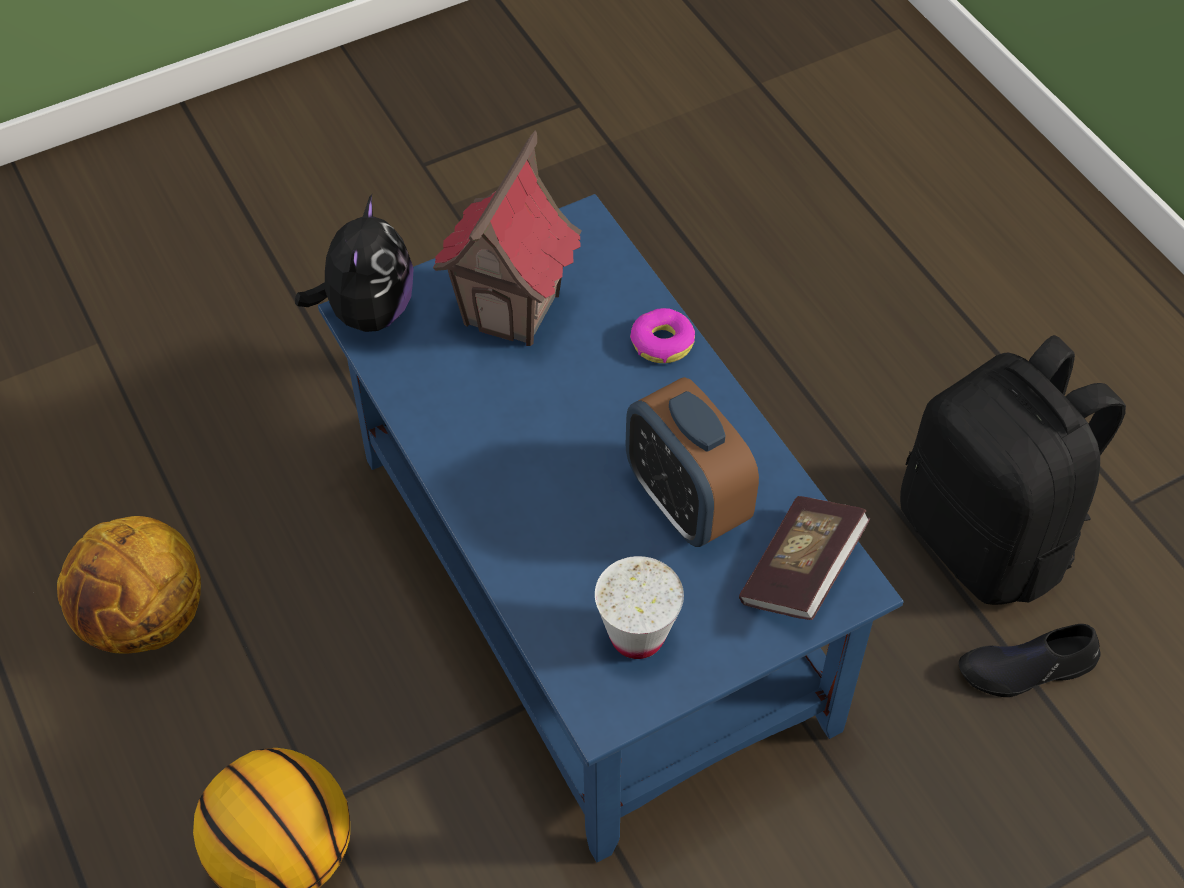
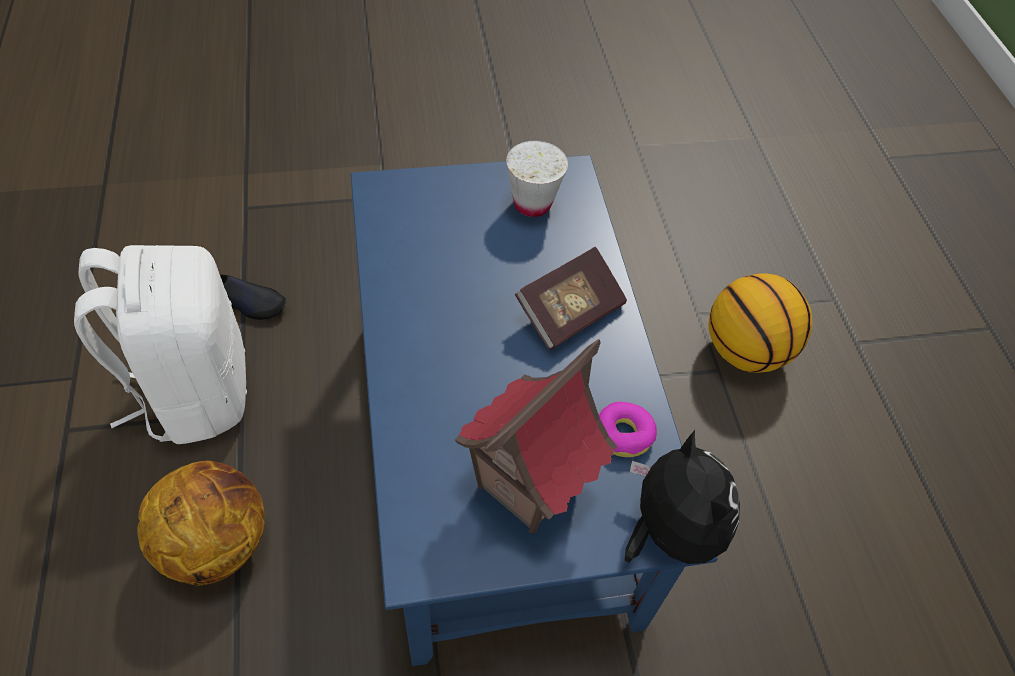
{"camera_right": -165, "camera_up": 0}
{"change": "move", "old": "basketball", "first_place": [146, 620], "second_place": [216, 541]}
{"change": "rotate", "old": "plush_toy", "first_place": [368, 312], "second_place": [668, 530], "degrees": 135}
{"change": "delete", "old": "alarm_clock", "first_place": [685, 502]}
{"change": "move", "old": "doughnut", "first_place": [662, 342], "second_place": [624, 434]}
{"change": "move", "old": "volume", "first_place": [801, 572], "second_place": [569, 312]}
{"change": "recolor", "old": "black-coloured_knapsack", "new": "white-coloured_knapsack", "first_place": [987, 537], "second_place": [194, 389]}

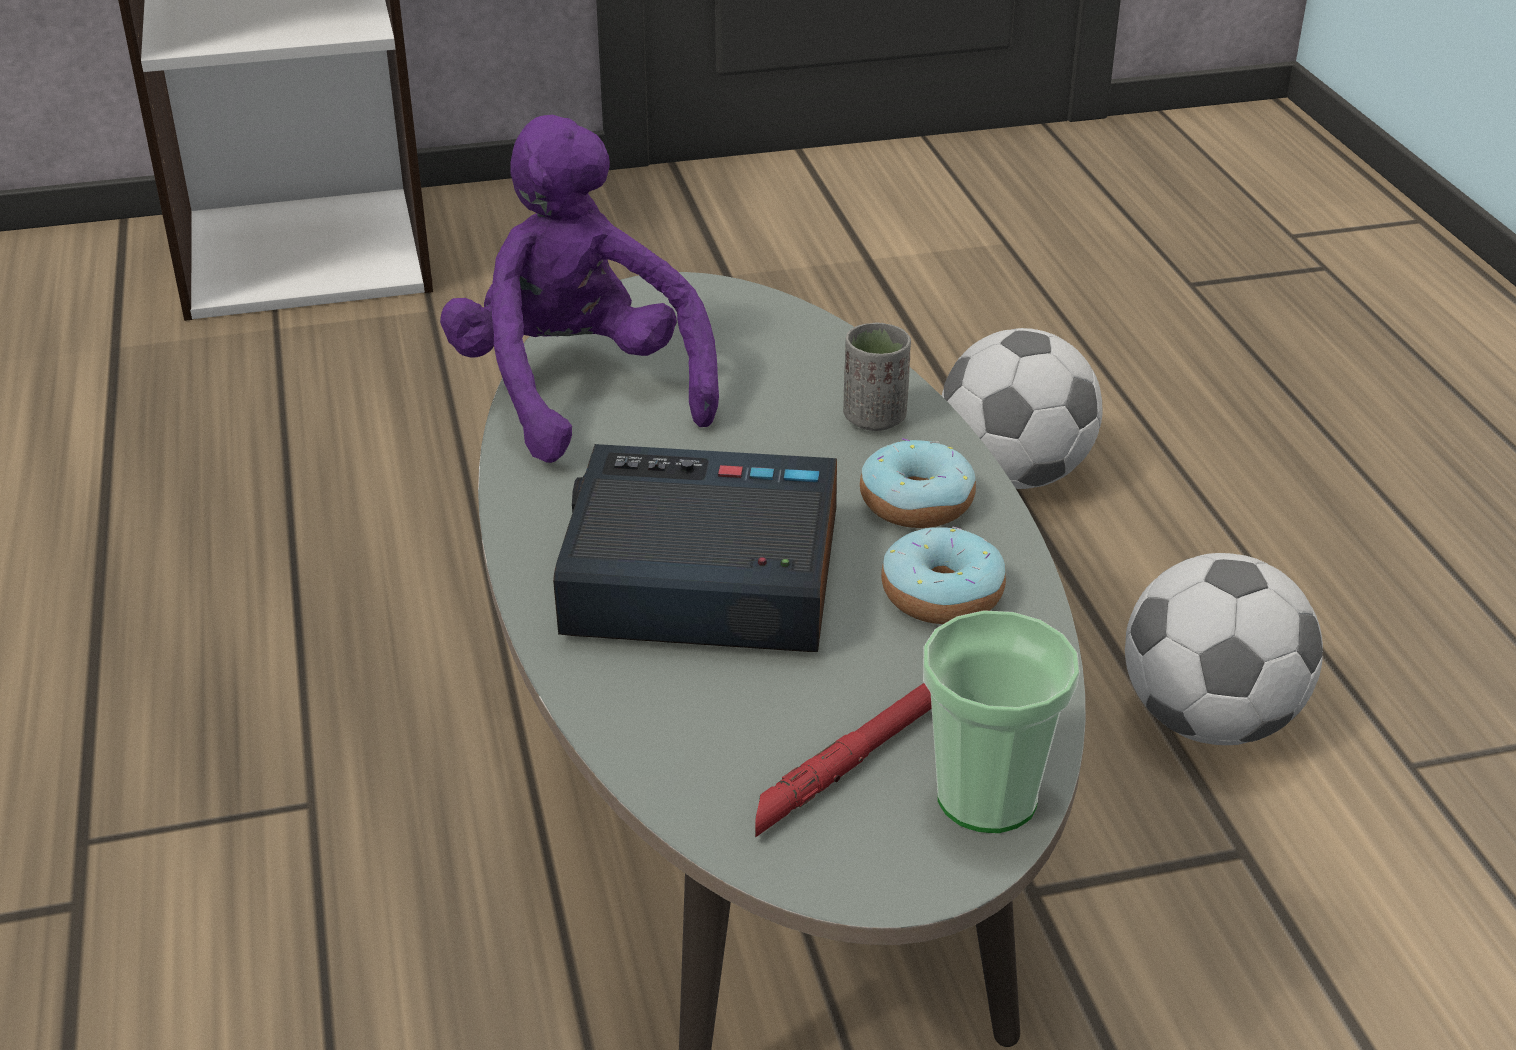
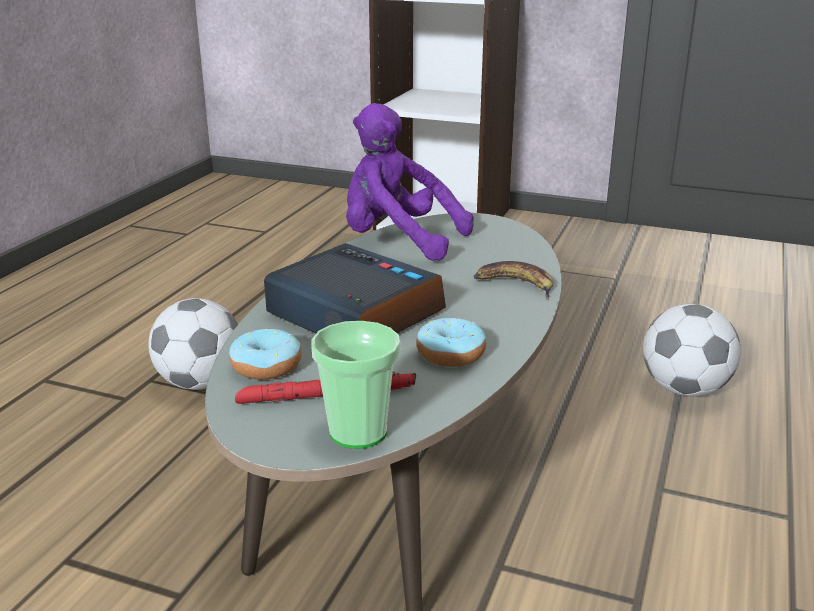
{"camera_right": 35, "camera_up": -10}
{"change": "rotate", "old": "purple_plush_toy", "first_place": [578, 391], "second_place": [397, 241], "degrees": -75}
{"change": "replace", "old": "gray_cup", "new": "banana_fruit", "first_place": [874, 418], "second_place": [515, 285]}
{"change": "move", "old": "doughnut", "first_place": [916, 503], "second_place": [266, 366]}
{"change": "move", "old": "football_ball", "first_place": [1209, 720], "second_place": [201, 383]}

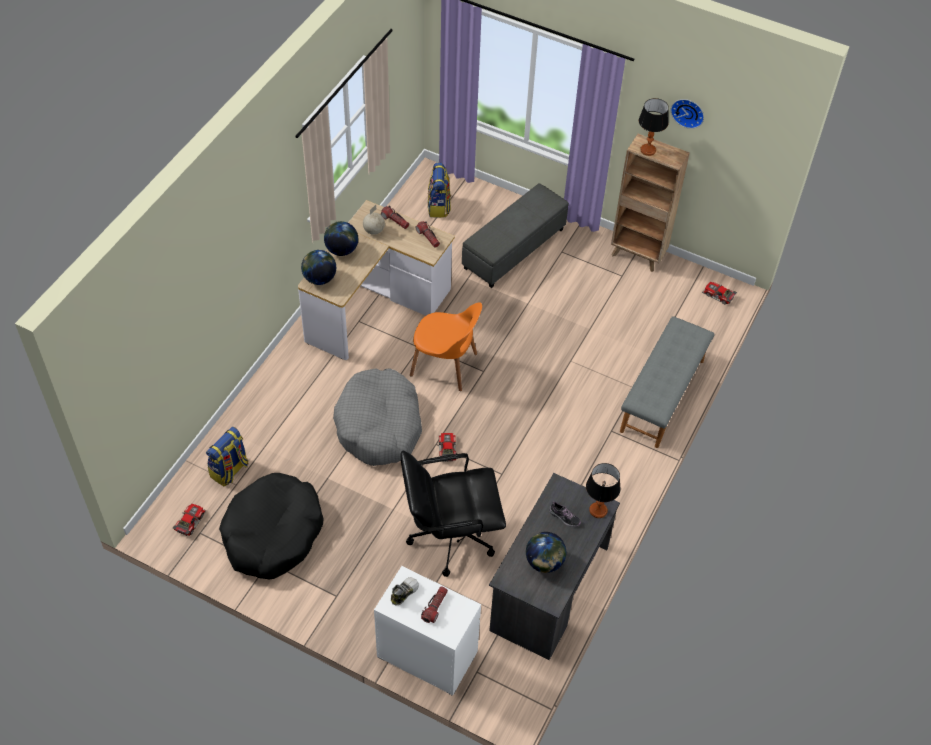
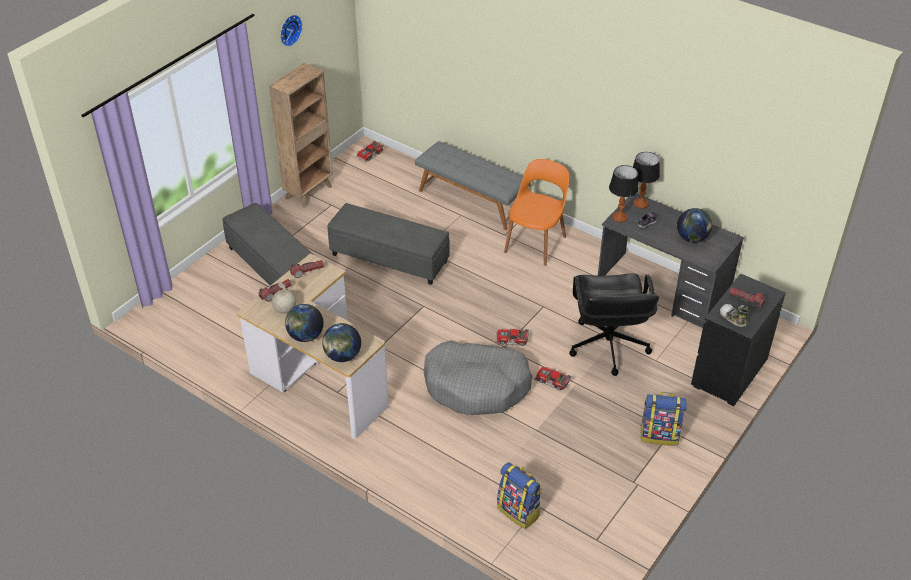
{"camera_right": -80, "camera_up": -10}
{"change": "move", "old": "toy_car", "first_place": [189, 521], "second_place": [552, 381]}
{"change": "delete", "old": "black-coloured_pet_bed", "first_place": [272, 533]}
{"change": "recolor", "old": "white-coloured_chest_of_drawers", "new": "black-coloured_chest_of_drawers", "first_place": [426, 655], "second_place": [729, 373]}
{"change": "move", "old": "orangey_chair", "first_place": [445, 365], "second_place": [536, 243]}
{"change": "move", "old": "knapsack", "first_place": [439, 206], "second_place": [659, 435]}
{"change": "move", "old": "table_lamp", "first_place": [647, 150], "second_place": [620, 218]}
{"change": "insert", "new": "gray_footrest", "second_place": [389, 258]}

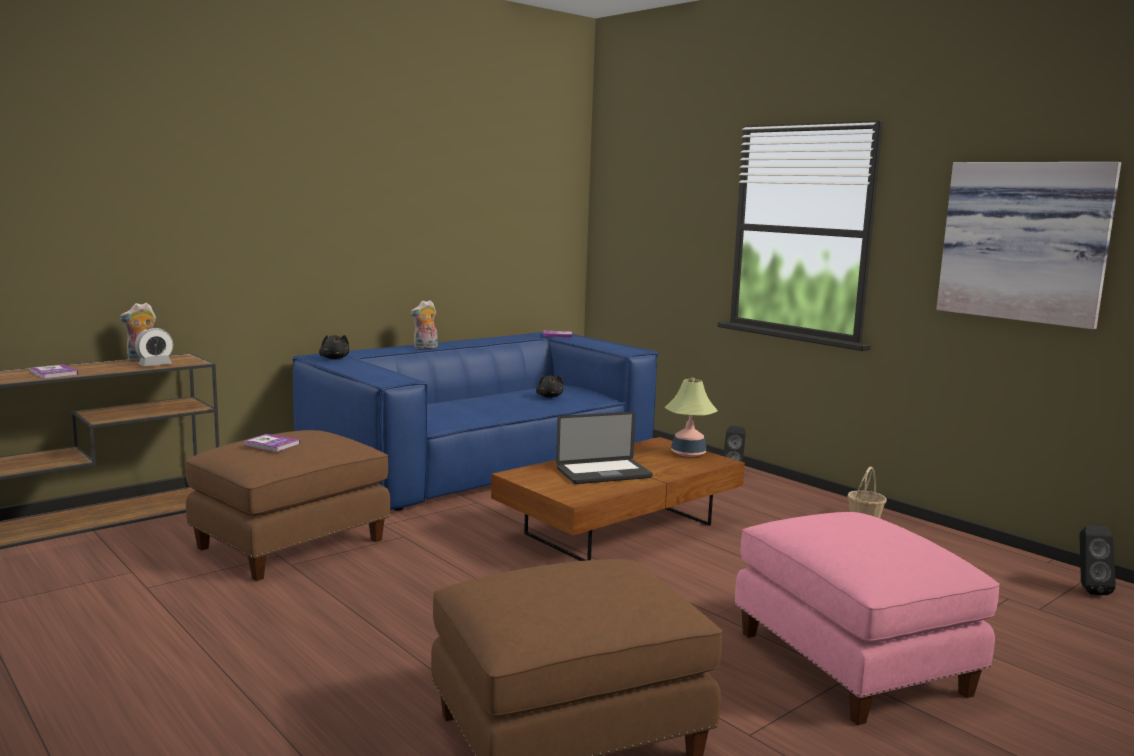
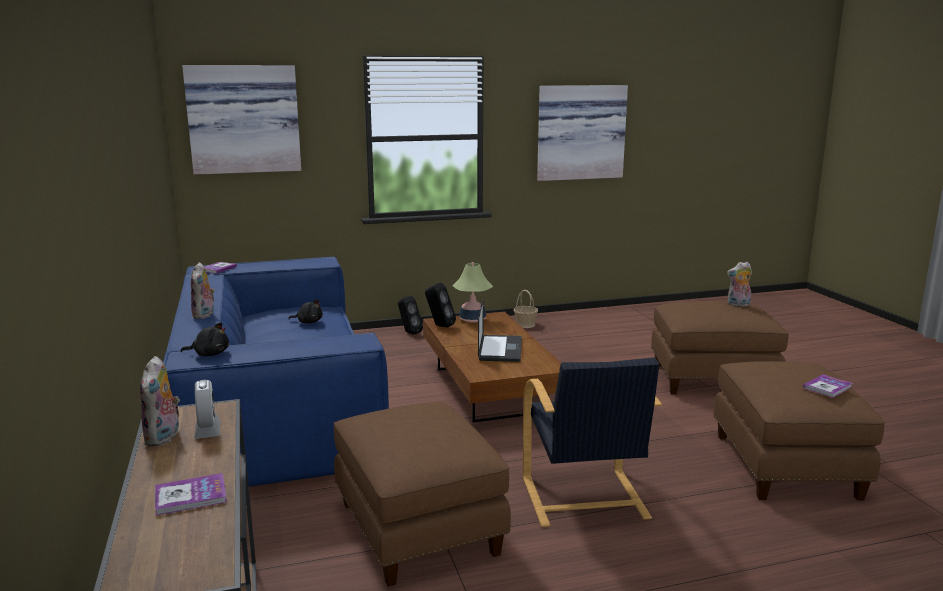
{"camera_right": -65, "camera_up": 5}
{"change": "move", "old": "volume", "first_place": [271, 444], "second_place": [827, 387]}
{"change": "recolor", "old": "pinkish_footrest", "new": "brownish_footrest", "first_place": [853, 663], "second_place": [712, 379]}
{"change": "move", "old": "black-coloured_loudspeaker", "first_place": [1088, 589], "second_place": [439, 326]}
{"change": "insert", "new": "wall_art", "second_place": [244, 119]}
{"change": "insert", "new": "black-coloured_easy_chair", "second_place": [584, 499]}
{"change": "insert", "new": "plush_toy", "second_place": [738, 305]}

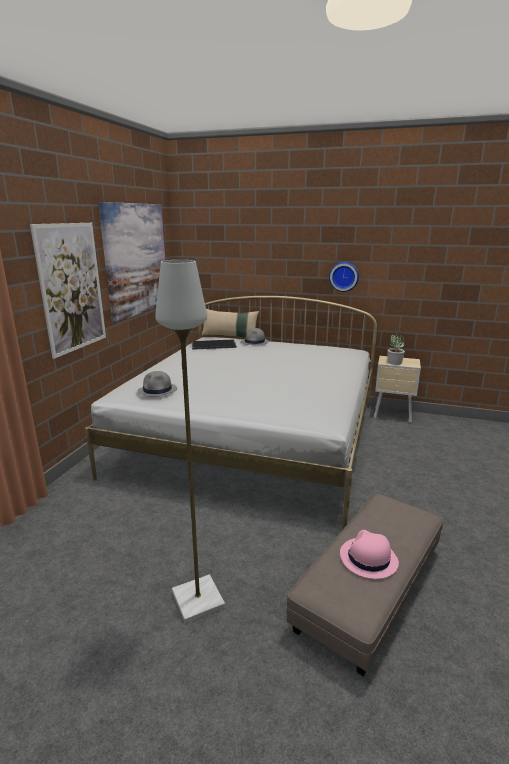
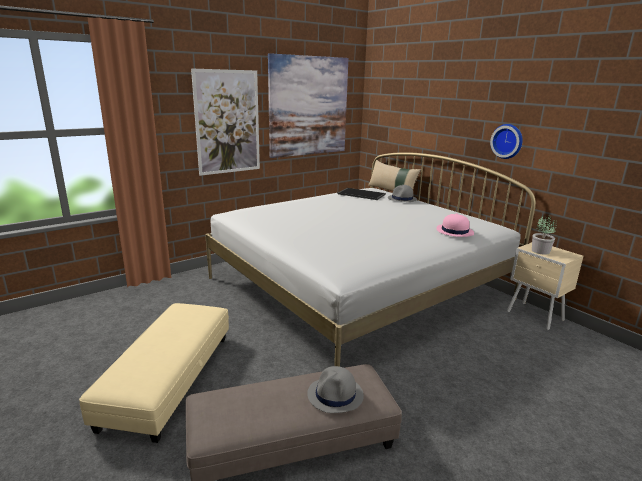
{"camera_right": 35, "camera_up": 0}
{"change": "move", "old": "gray_hat", "first_place": [157, 390], "second_place": [335, 395]}
{"change": "replace", "old": "gray_floor_lamp", "new": "beige-coloured_footrest", "first_place": [196, 599], "second_place": [169, 379]}
{"change": "move", "old": "pinkish_hat", "first_place": [368, 558], "second_place": [454, 231]}

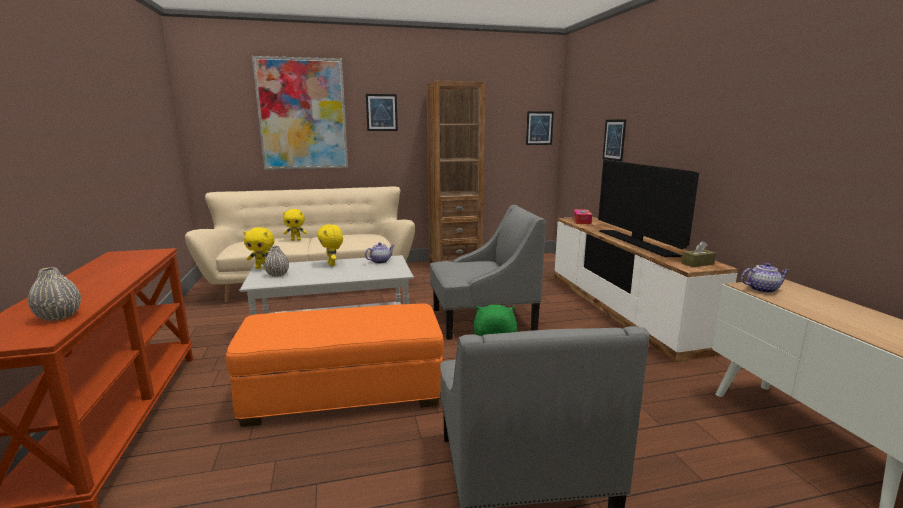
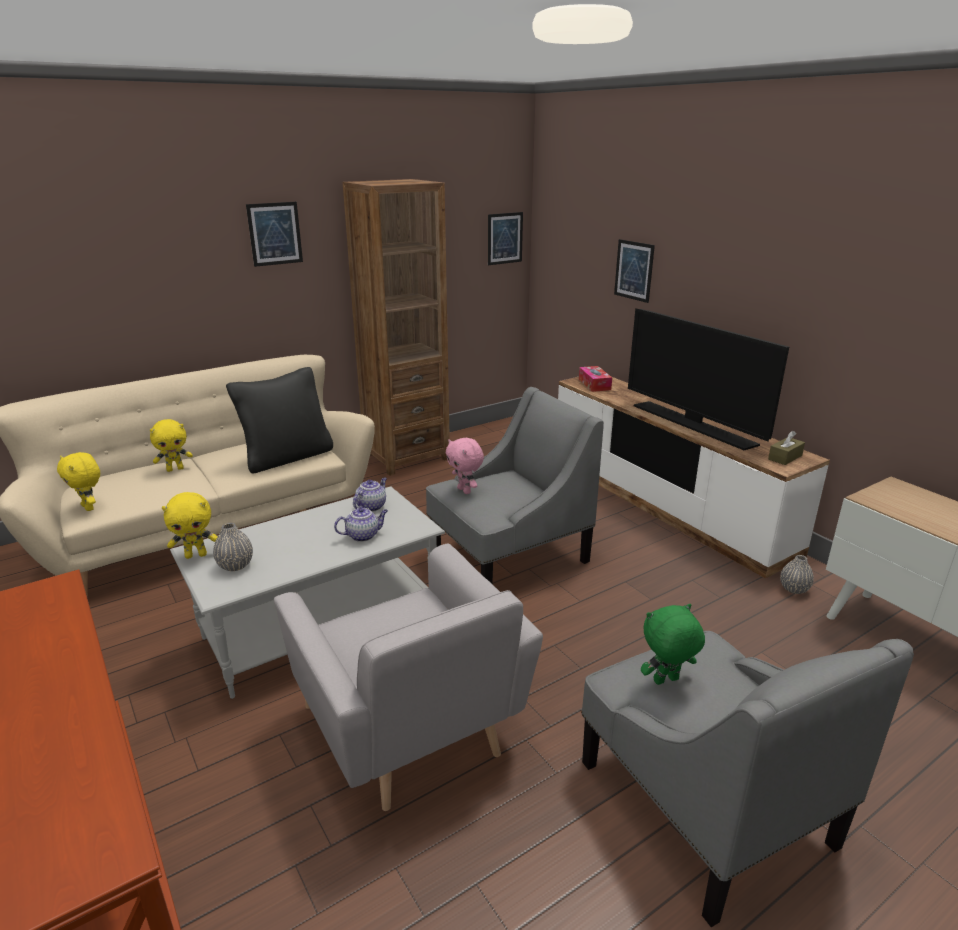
{"camera_right": -20, "camera_up": 10}
{"change": "move", "old": "gray_vase", "first_place": [59, 316], "second_place": [794, 589]}
{"change": "replace", "old": "orangey_footrest", "new": "gray_easy_chair", "first_place": [344, 394], "second_place": [410, 730]}
{"change": "delete", "old": "wall_art", "first_place": [302, 114]}
{"change": "move", "old": "yellowish_plush_toy", "first_place": [332, 264], "second_place": [89, 507]}
{"change": "move", "old": "teapot", "first_place": [762, 289], "second_place": [363, 535]}
{"change": "insert", "new": "black-coloured_pillow", "second_place": [287, 457]}
{"change": "insert", "new": "pinkish_plush_toy", "second_place": [465, 490]}

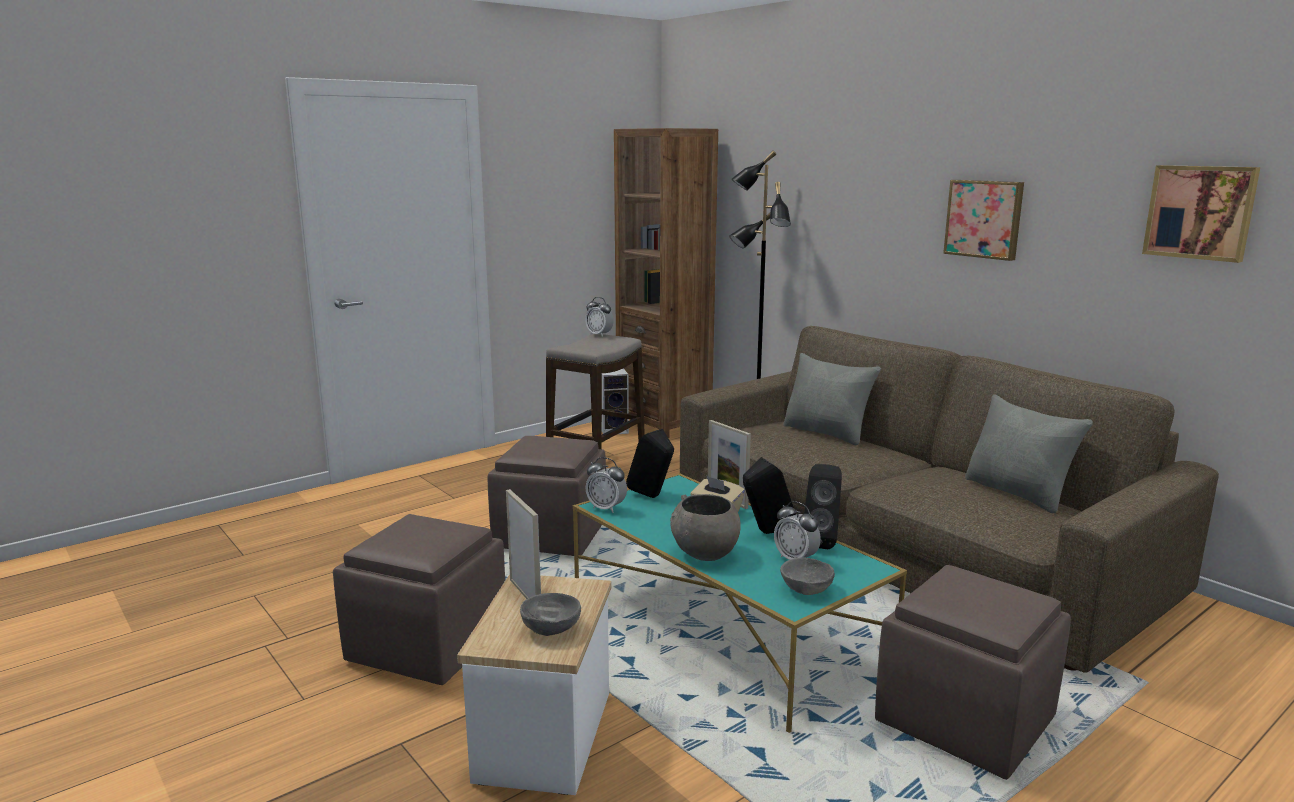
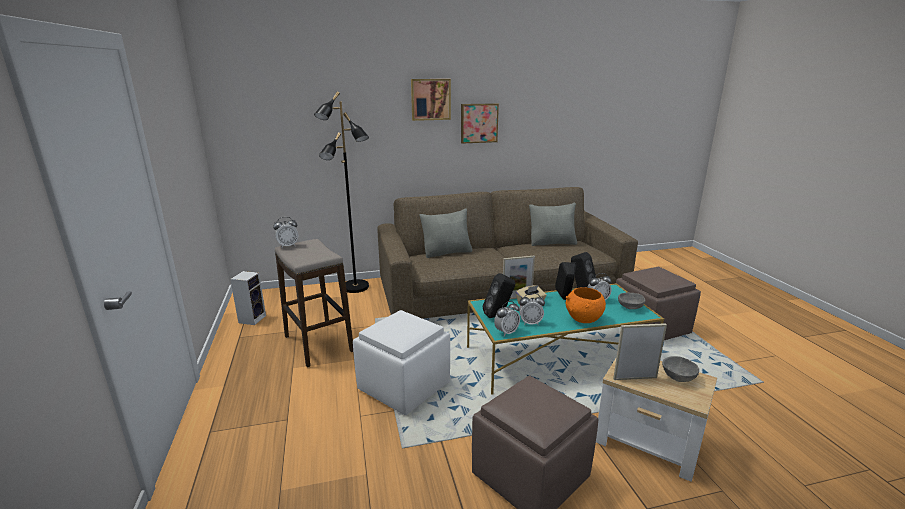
{"camera_right": -65, "camera_up": 5}
{"change": "recolor", "old": "brownish_footrest", "new": "white-coloured_footrest", "first_place": [552, 535], "second_place": [404, 386]}
{"change": "delete", "old": "brownish_shelving_unit", "first_place": [664, 423]}
{"change": "recolor", "old": "gray_deep_dish", "new": "orangey_deep_dish", "first_place": [704, 554], "second_place": [583, 319]}
{"change": "move", "old": "wall_art", "first_place": [1200, 212], "second_place": [430, 99]}
{"change": "insert", "new": "alarm_clock", "second_place": [530, 323]}

